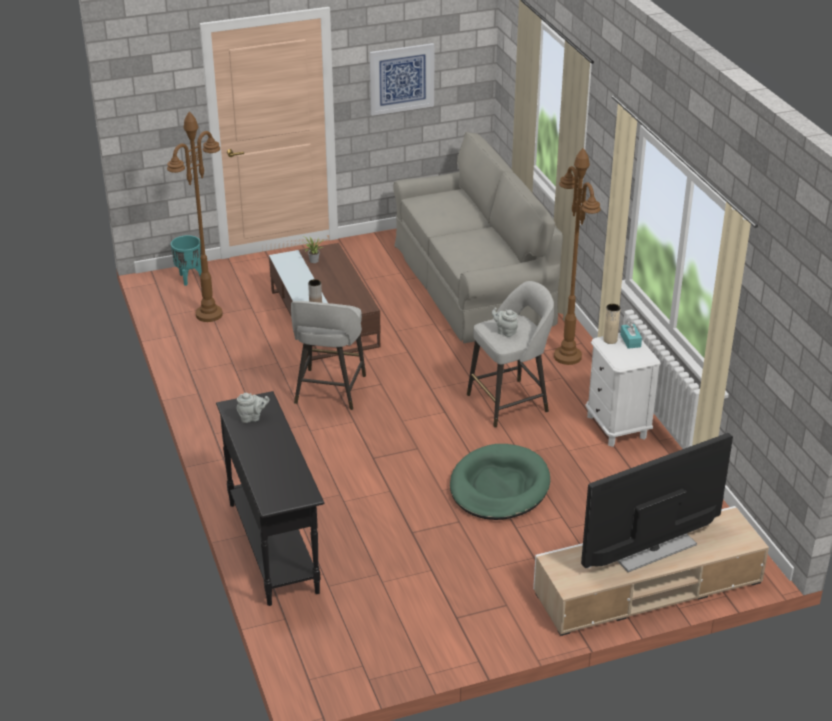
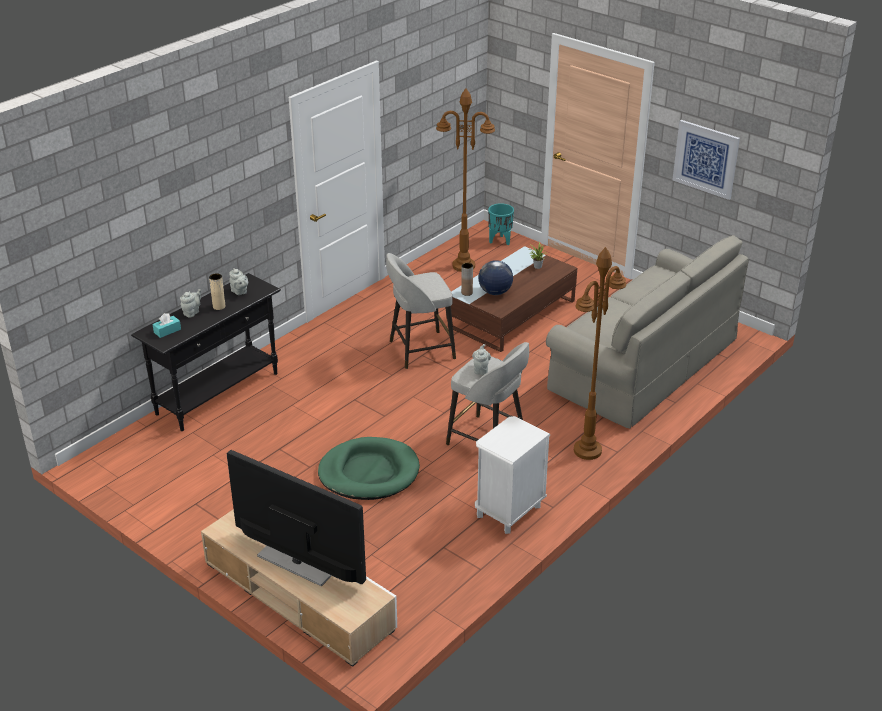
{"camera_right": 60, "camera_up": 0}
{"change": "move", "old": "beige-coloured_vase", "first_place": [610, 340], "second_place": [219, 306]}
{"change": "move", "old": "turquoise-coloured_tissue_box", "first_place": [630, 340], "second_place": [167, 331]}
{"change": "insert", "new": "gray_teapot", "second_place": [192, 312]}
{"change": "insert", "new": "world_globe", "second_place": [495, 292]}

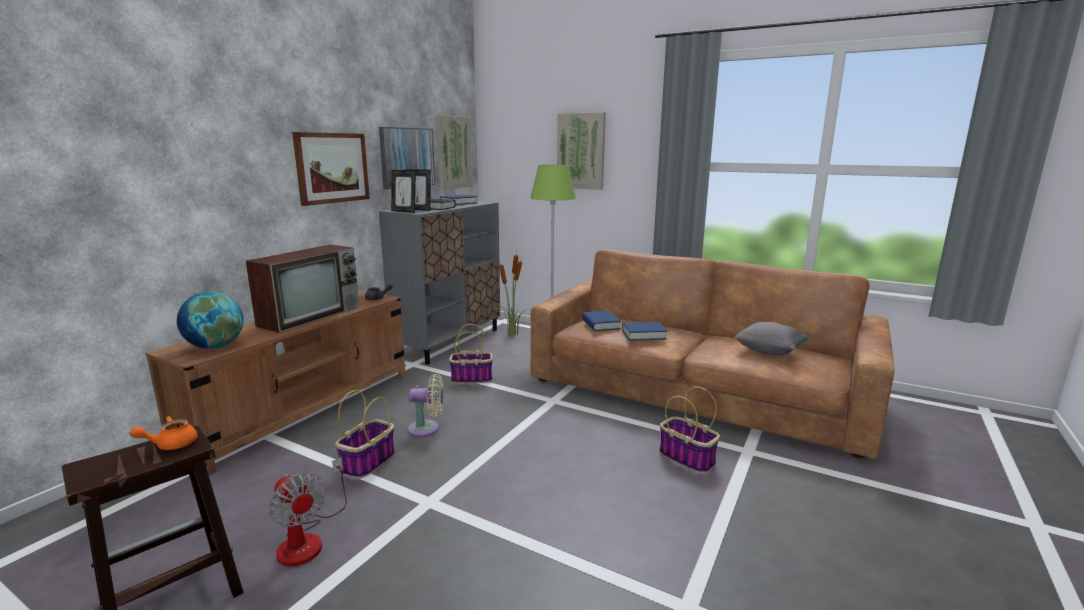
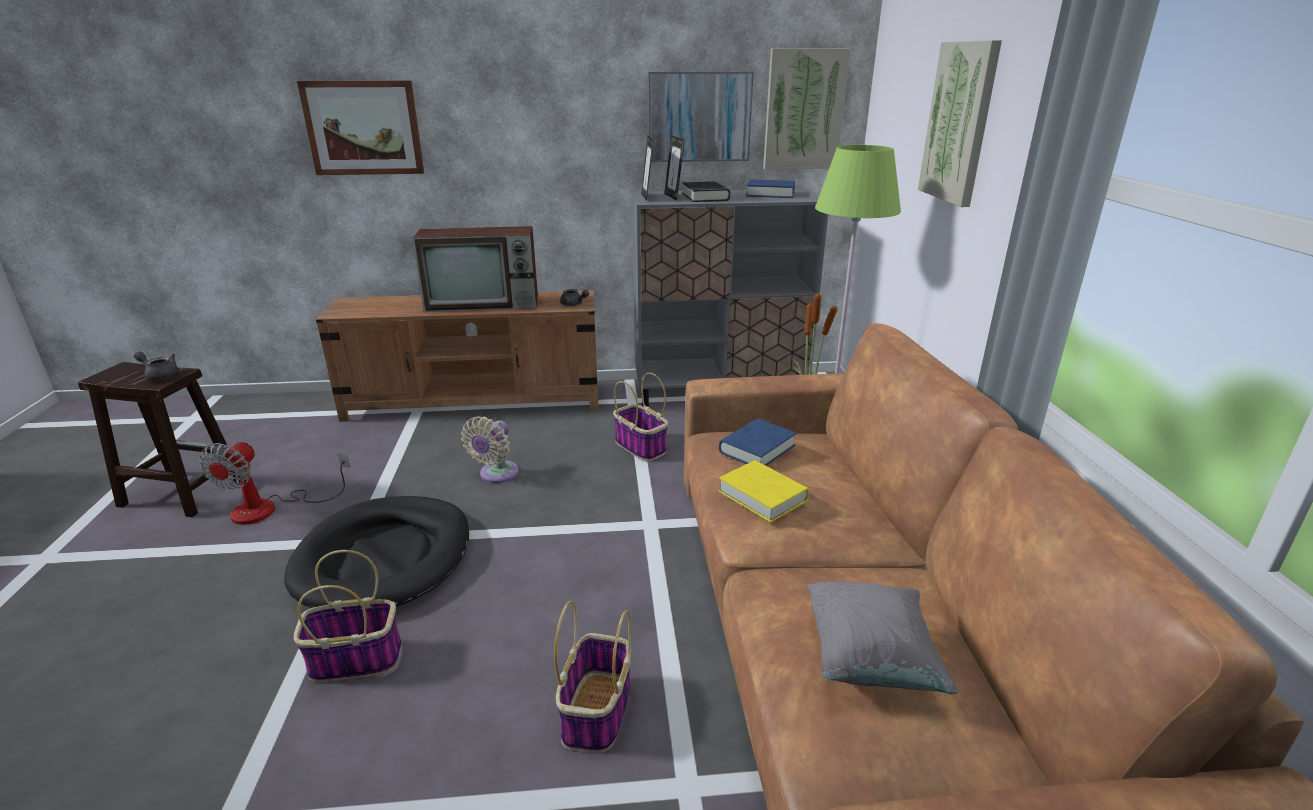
{"camera_right": 55, "camera_up": 10}
{"change": "recolor", "old": "orangey_teapot", "new": "gray_teapot", "first_place": [170, 444], "second_place": [160, 375]}
{"change": "delete", "old": "world_globe", "first_place": [215, 346]}
{"change": "move", "old": "wall_art", "first_place": [332, 168], "second_place": [363, 128]}
{"change": "move", "old": "basket", "first_place": [368, 463], "second_place": [353, 660]}
{"change": "rotate", "old": "beige-coloured_electric_fan", "first_place": [427, 429], "second_place": [496, 475], "degrees": 60}
{"change": "recolor", "old": "blue_volume", "new": "yellowish_volume", "first_place": [643, 335], "second_place": [762, 496]}
{"change": "insert", "new": "black-coloured_pet_bed", "second_place": [384, 558]}

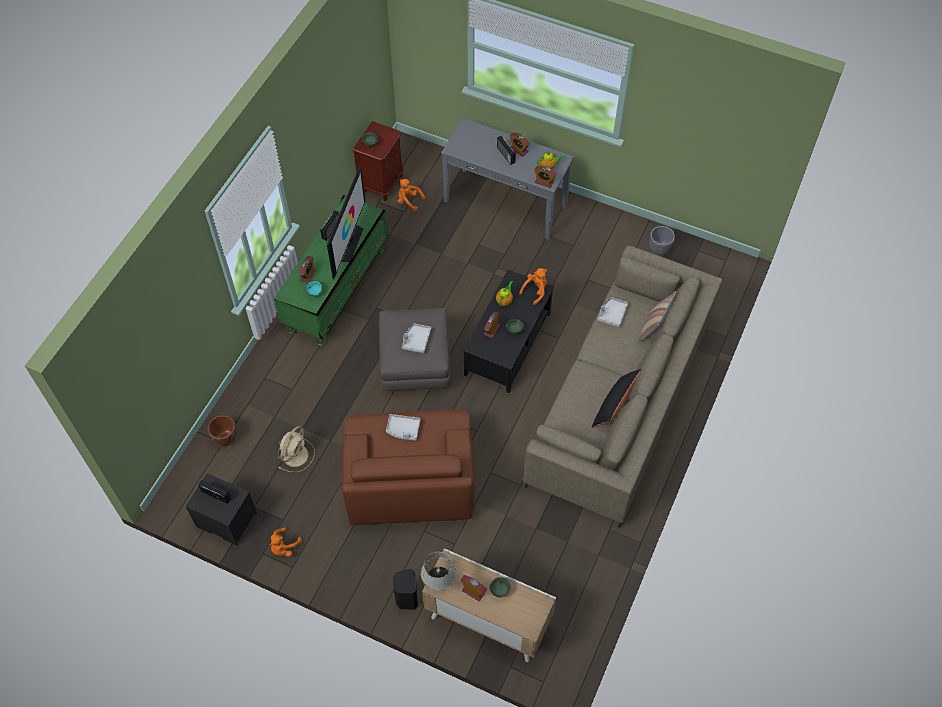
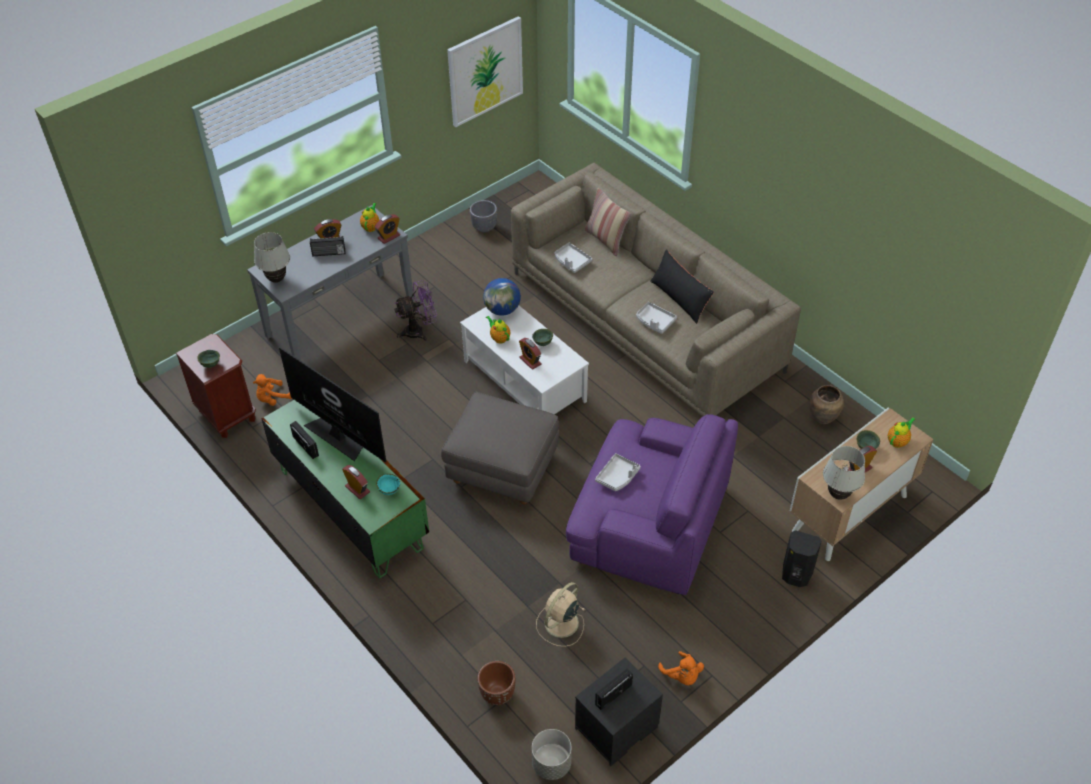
{"camera_right": -65, "camera_up": -10}
{"change": "rotate", "old": "beige-coloured_electric_fan", "first_place": [296, 454], "second_place": [560, 624], "degrees": -105}
{"change": "recolor", "old": "brownish_easy_chair", "new": "purple_easy_chair", "first_place": [409, 478], "second_place": [648, 523]}
{"change": "move", "old": "gray_tray", "first_place": [416, 340], "second_place": [654, 321]}
{"change": "recolor", "old": "black-coloured_low_table", "new": "white-coloured_low_table", "first_place": [508, 344], "second_place": [525, 380]}
{"change": "replace", "old": "orangey_plush_toy", "new": "world_globe", "first_place": [535, 291], "second_place": [502, 310]}
{"change": "insert", "new": "white-coloured_table_lamp", "second_place": [276, 279]}
{"change": "insert", "new": "purple_electric_fan", "second_place": [419, 331]}
{"change": "insert", "new": "wall_art", "second_place": [485, 71]}
{"change": "insert", "new": "gray_plant_pot", "second_place": [551, 764]}
{"change": "insert", "new": "brownish_vase", "second_place": [823, 418]}
{"change": "insert", "new": "teapot", "second_place": [898, 441]}

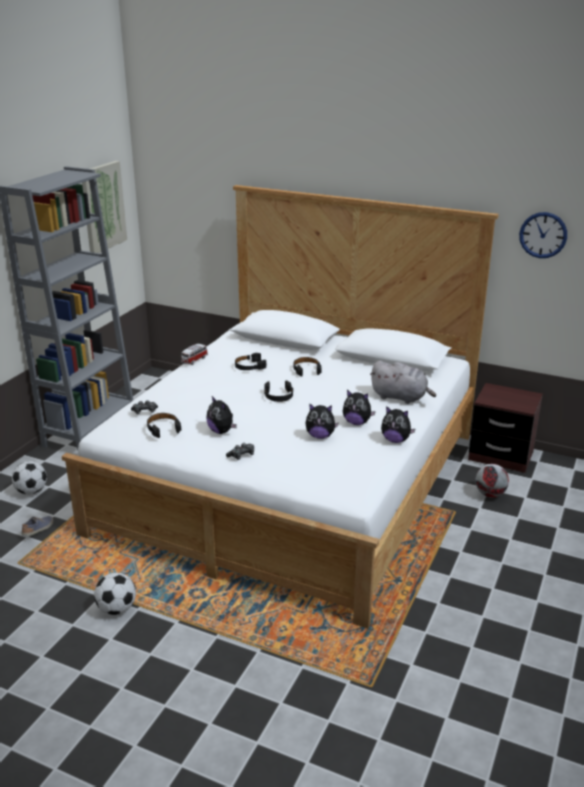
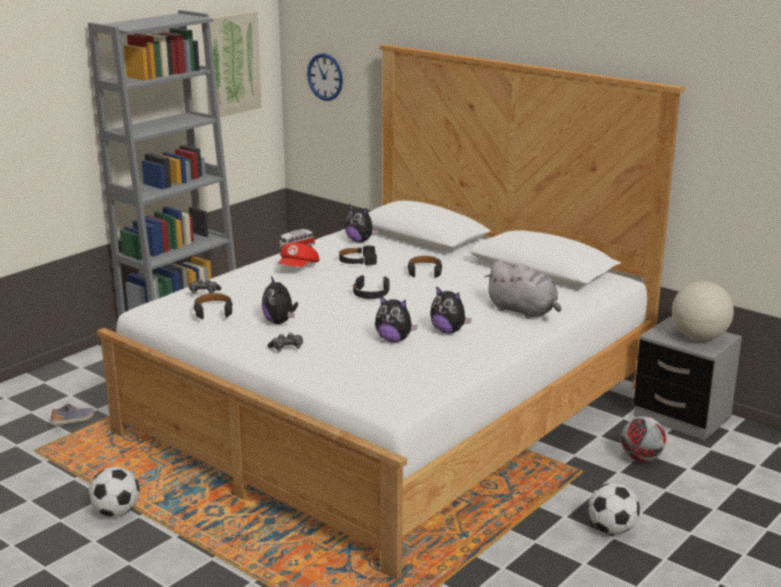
{"camera_right": 15, "camera_up": -5}
{"change": "move", "old": "football_ball", "first_place": [31, 491], "second_place": [612, 529]}
{"change": "move", "old": "plush_toy", "first_place": [395, 440], "second_place": [360, 241]}
{"change": "recolor", "old": "brownish_night_table", "new": "gray_night_table", "first_place": [500, 455], "second_place": [681, 417]}
{"change": "move", "old": "hanging_clock", "first_place": [543, 235], "second_place": [325, 77]}
{"change": "insert", "new": "reddish_baseball_cap", "second_place": [299, 268]}
{"change": "insert", "new": "world_globe", "second_place": [699, 337]}

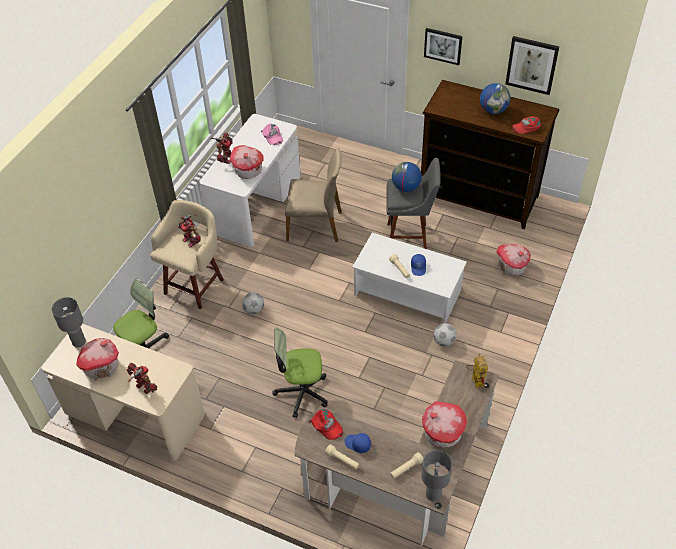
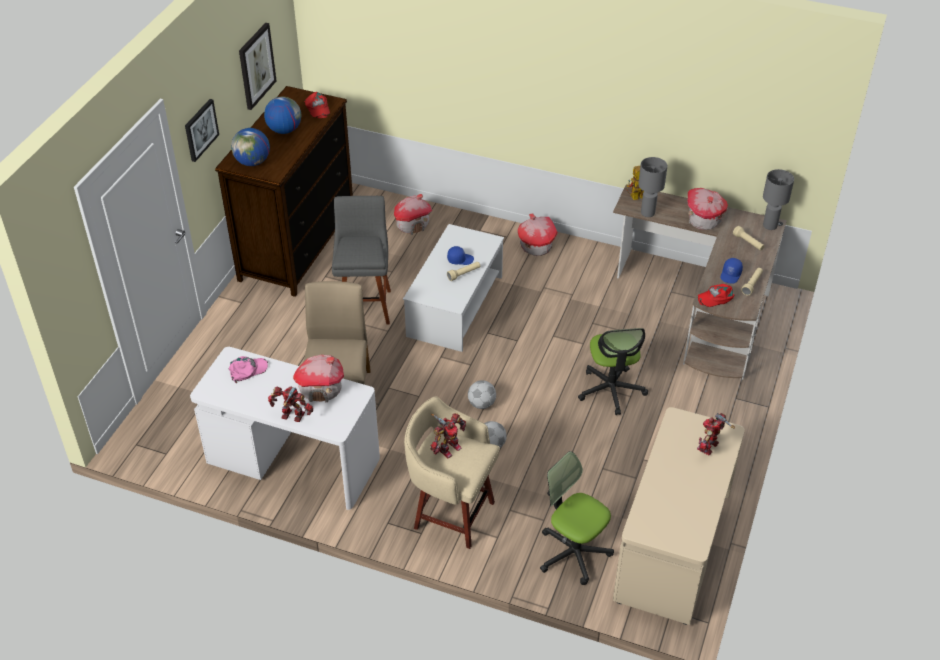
{"camera_right": -95, "camera_up": -5}
{"change": "move", "old": "gray_table_lamp", "first_place": [79, 342], "second_place": [648, 213]}
{"change": "move", "old": "toy_house", "first_place": [102, 367], "second_place": [536, 246]}
{"change": "rotate", "old": "reddish_baseball_cap", "first_place": [326, 426], "second_place": [716, 297], "degrees": -150}
{"change": "move", "old": "world_globe", "first_place": [406, 187], "second_place": [253, 162]}
{"change": "move", "old": "football_ball", "first_place": [444, 341], "second_place": [482, 404]}

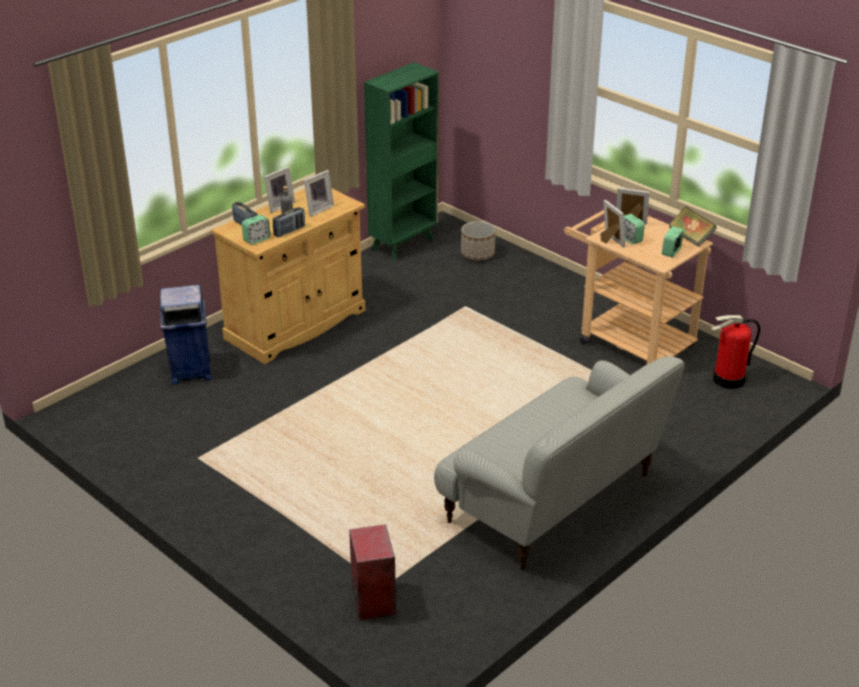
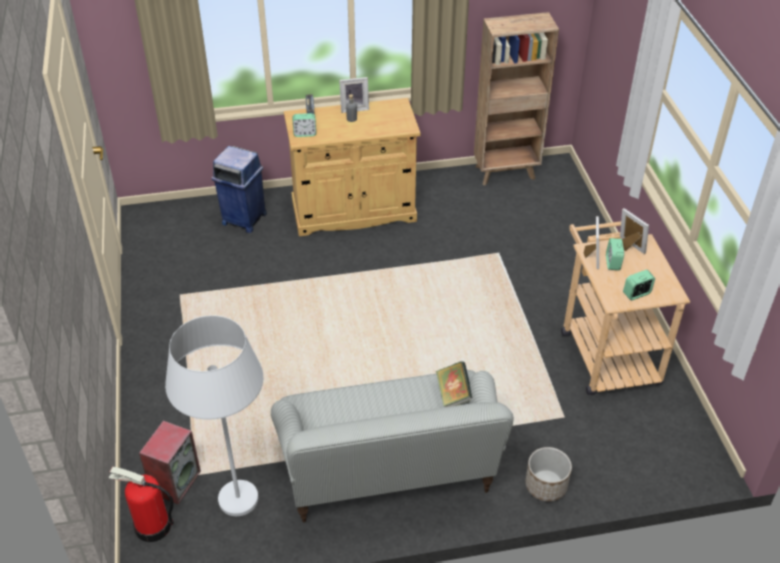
{"camera_right": 35, "camera_up": 10}
{"change": "delete", "old": "radio", "first_place": [289, 231]}
{"change": "delete", "old": "picture_frame", "first_place": [317, 209]}
{"change": "recolor", "old": "green-coloured_shelving_unit", "new": "brownish_shelving_unit", "first_place": [404, 244], "second_place": [506, 172]}
{"change": "move", "old": "plant_pot", "first_place": [477, 254], "second_place": [545, 486]}
{"change": "move", "old": "volume", "first_place": [690, 238], "second_place": [453, 394]}
{"change": "move", "old": "extinguisher", "first_place": [728, 380], "second_place": [152, 527]}
{"change": "insert", "new": "white-coloured_floor_lamp", "second_place": [240, 518]}

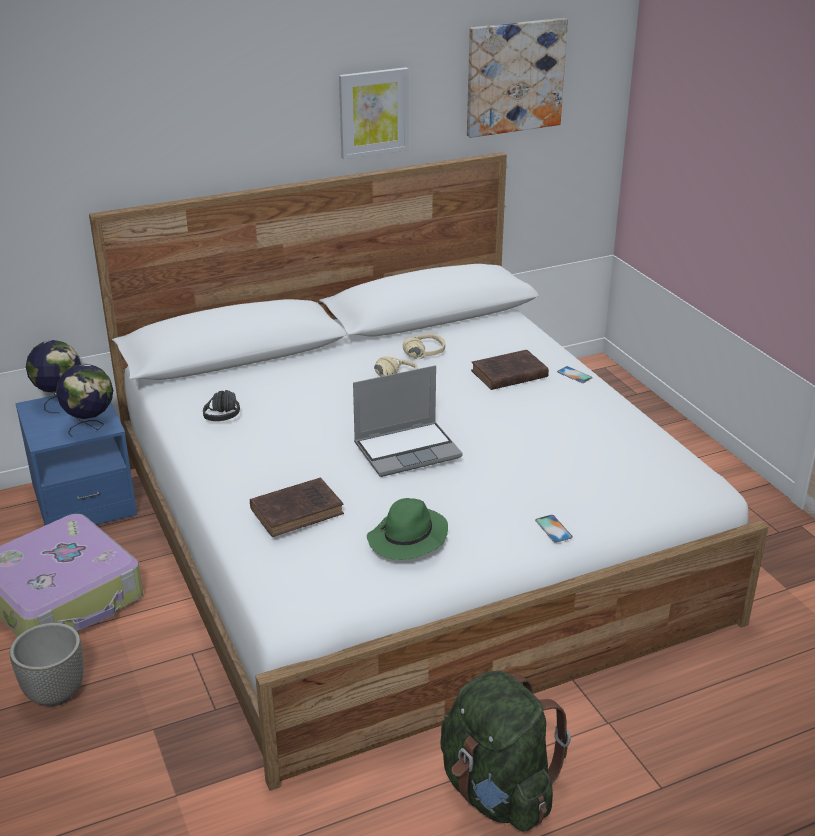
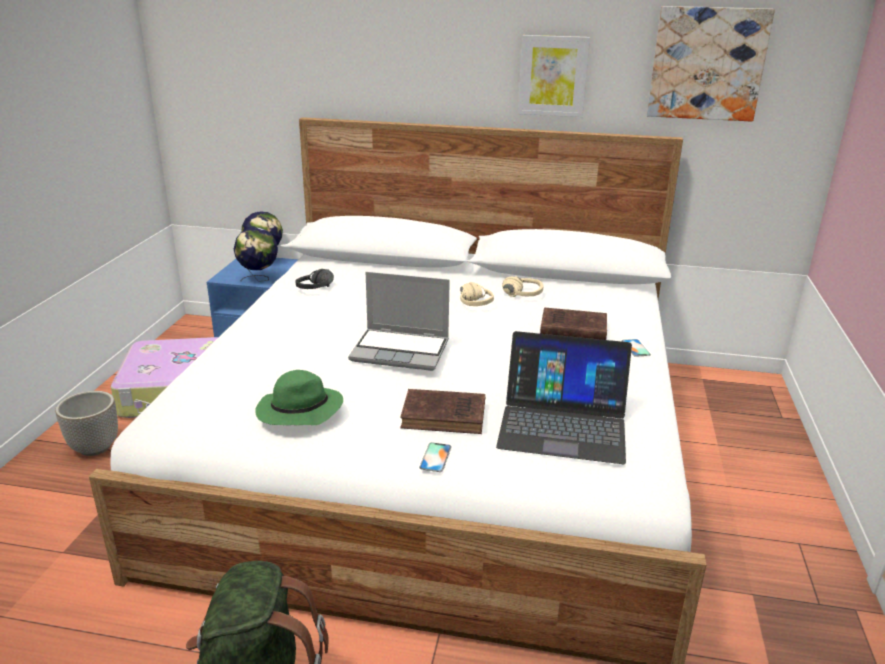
{"camera_right": 35, "camera_up": -5}
{"change": "move", "old": "brownish_volume", "first_place": [299, 510], "second_place": [446, 416]}
{"change": "insert", "new": "notebook_computer", "second_place": [563, 424]}

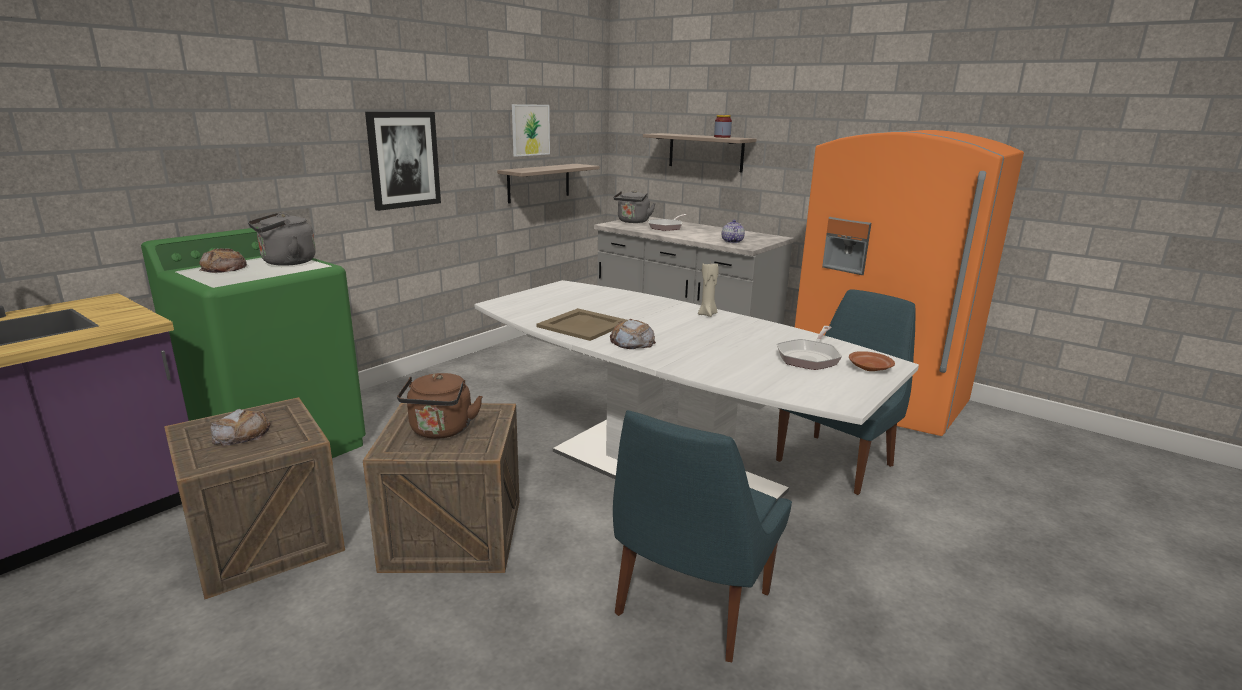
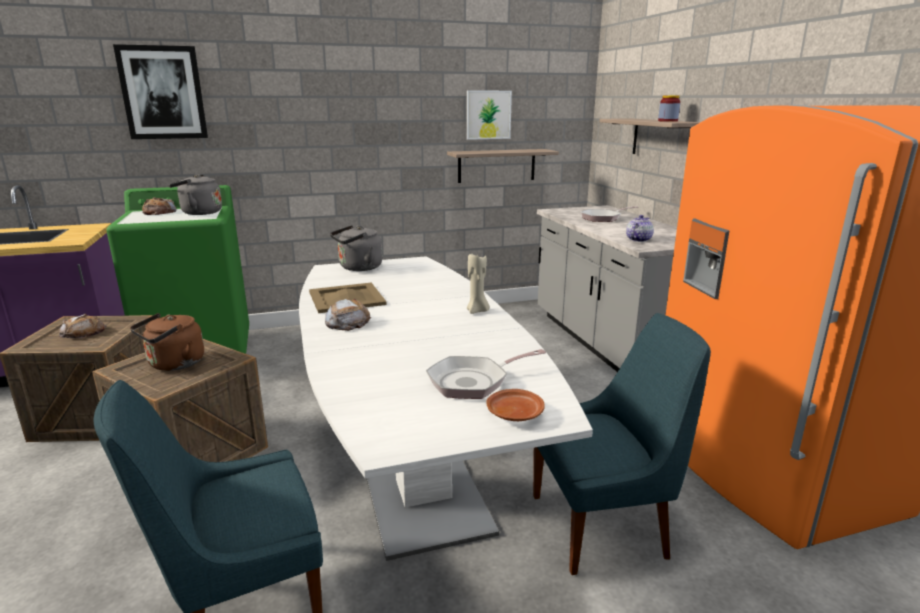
{"camera_right": 35, "camera_up": 0}
{"change": "move", "old": "wall_art", "first_place": [403, 160], "second_place": [163, 93]}
{"change": "move", "old": "gray_water_kettle", "first_place": [632, 222], "second_place": [358, 268]}

